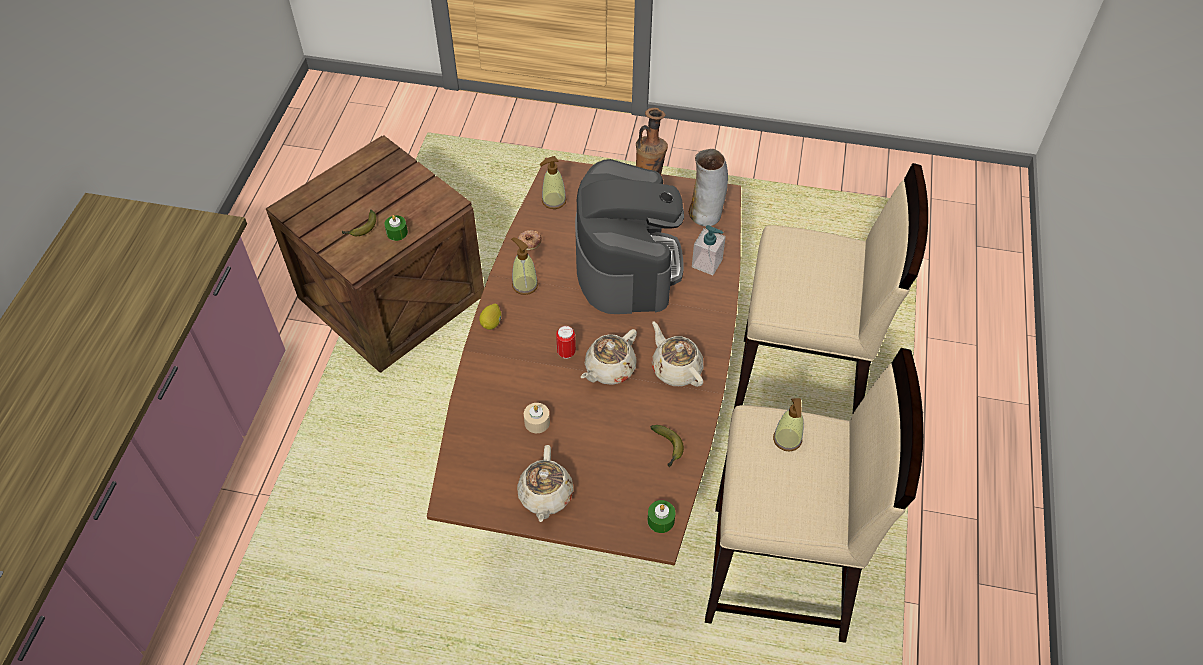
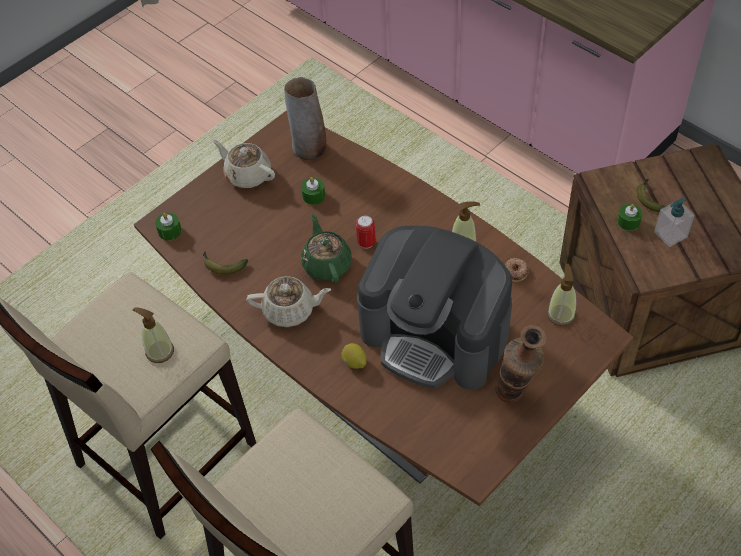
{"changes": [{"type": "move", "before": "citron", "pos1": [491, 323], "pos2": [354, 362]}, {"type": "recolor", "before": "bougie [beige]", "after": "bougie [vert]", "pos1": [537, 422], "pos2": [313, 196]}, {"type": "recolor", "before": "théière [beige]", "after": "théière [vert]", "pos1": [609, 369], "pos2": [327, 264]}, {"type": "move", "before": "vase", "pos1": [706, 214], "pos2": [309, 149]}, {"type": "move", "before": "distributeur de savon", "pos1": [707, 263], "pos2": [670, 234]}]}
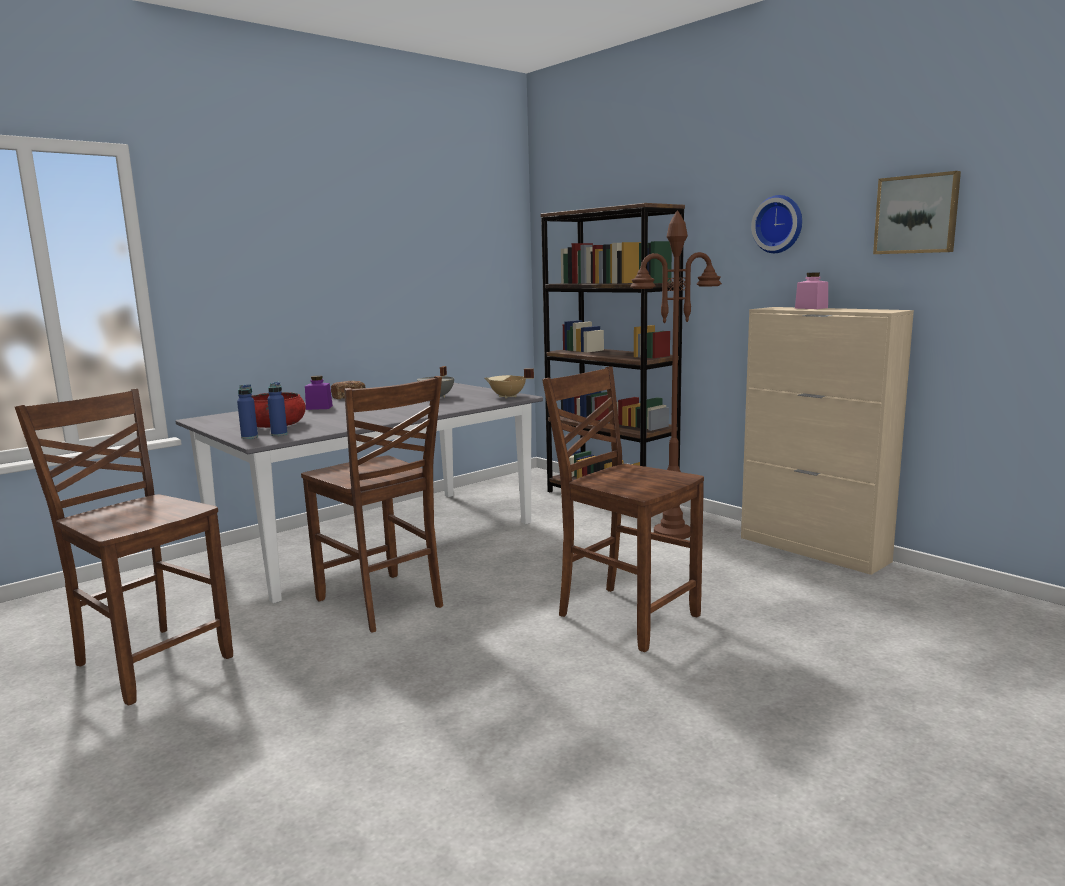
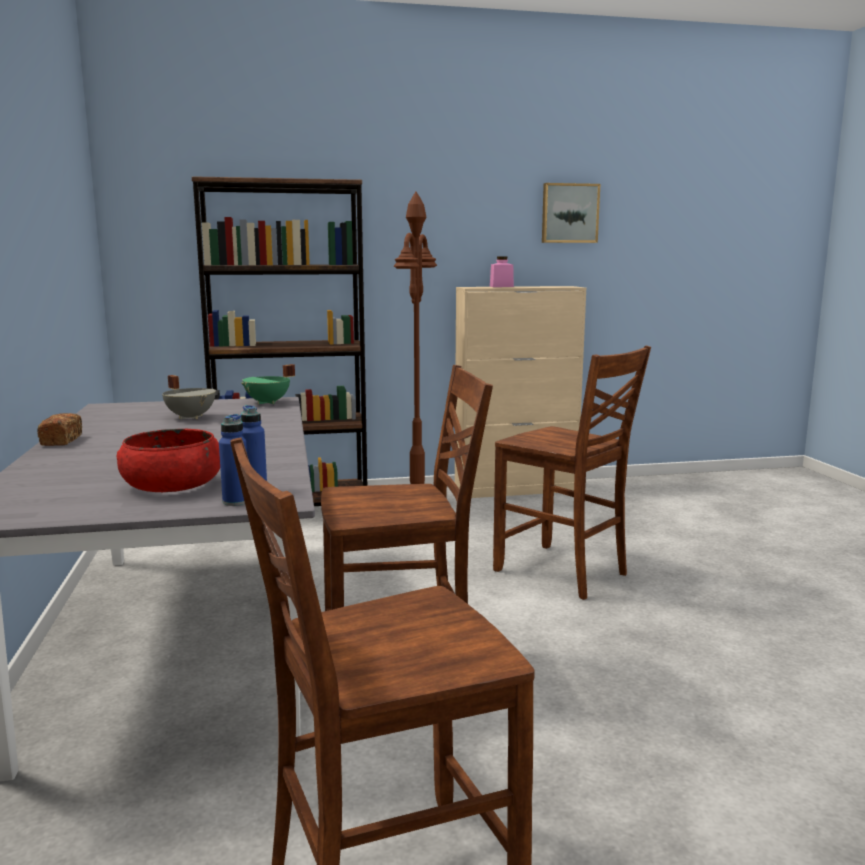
{"changes": [{"type": "delete", "before": "bocal [violet]", "pos1": [319, 407]}, {"type": "recolor", "before": "marmite [beige]", "after": "marmite [vert]", "pos1": [507, 397], "pos2": [268, 402]}, {"type": "rotate", "before": "chaise [marron]", "pos1": [625, 615], "pos2": [563, 573], "turn": -120}, {"type": "delete", "before": "horloge murale", "pos1": [779, 224]}]}
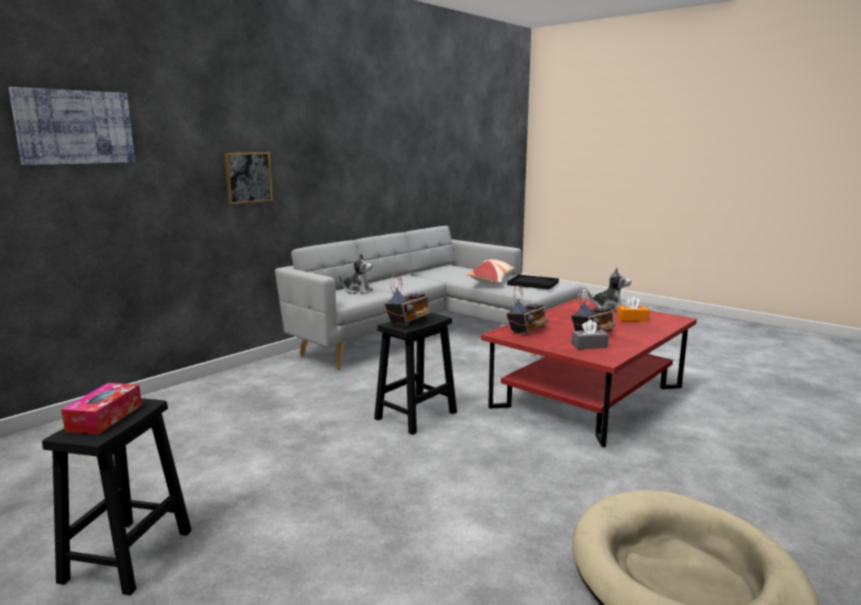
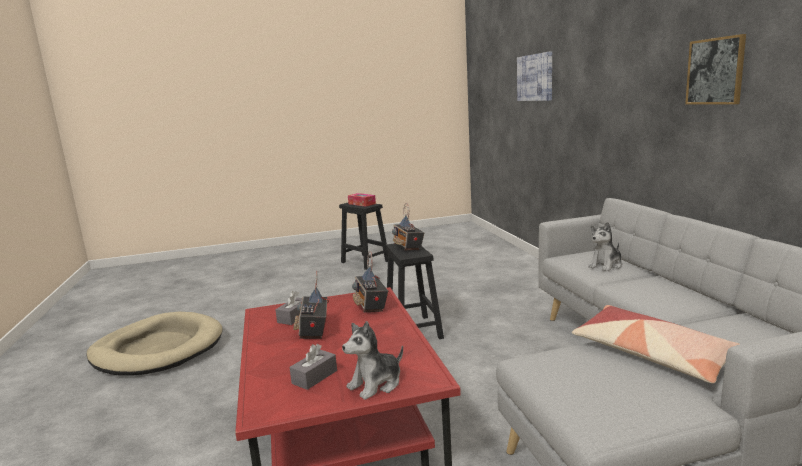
{"changes": [{"type": "move", "before": "tableau", "pos1": [248, 177], "pos2": [715, 71]}, {"type": "delete", "before": "plateau [noir]", "pos1": [533, 283]}, {"type": "recolor", "before": "boîte à mouchoirs [orange]", "after": "boîte à mouchoirs [gris]", "pos1": [632, 319], "pos2": [314, 377]}]}
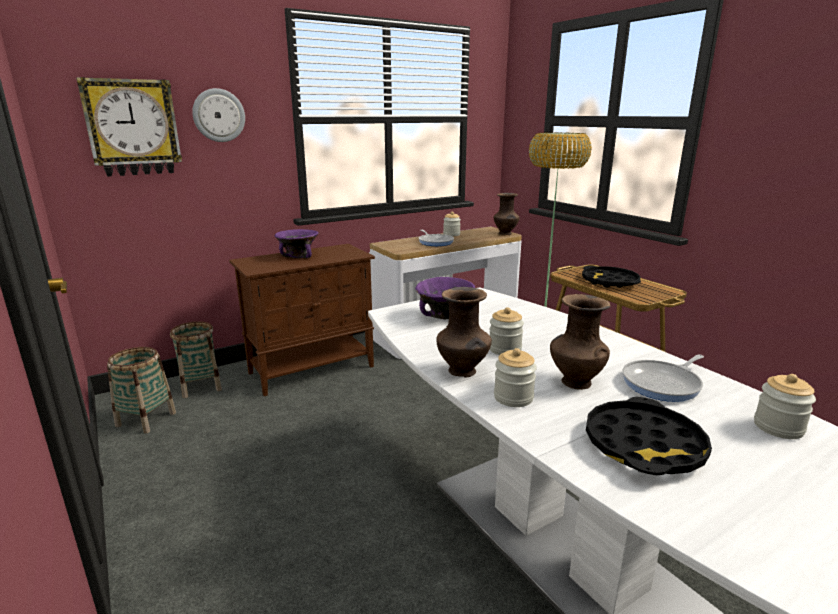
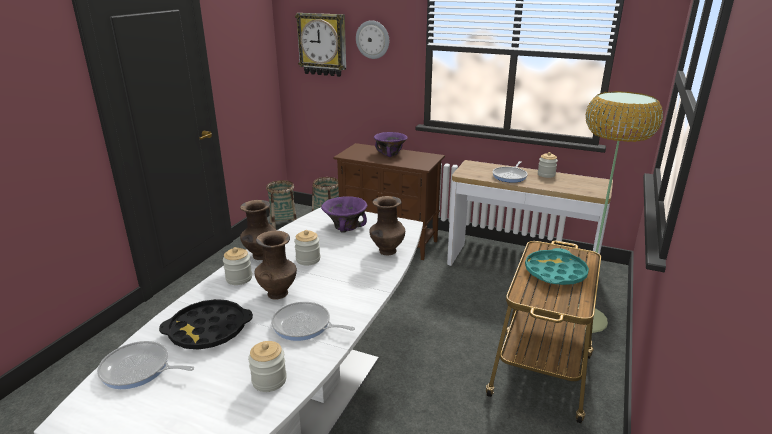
{"changes": [{"type": "move", "before": "vase [marron]", "pos1": [505, 233], "pos2": [387, 251]}, {"type": "recolor", "before": "plateau [noir]", "after": "plateau [turquoise]", "pos1": [609, 282], "pos2": [555, 272]}, {"type": "insert", "after": "poêle", "pos2": [139, 370]}]}
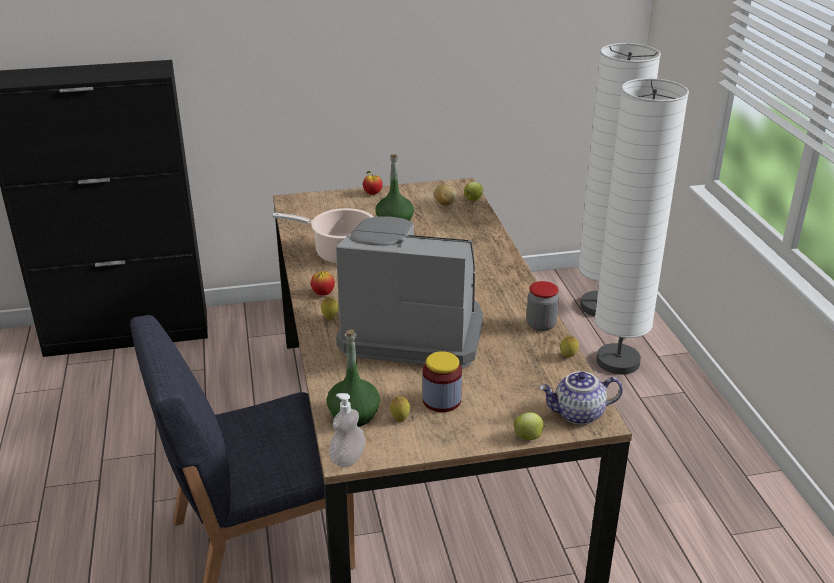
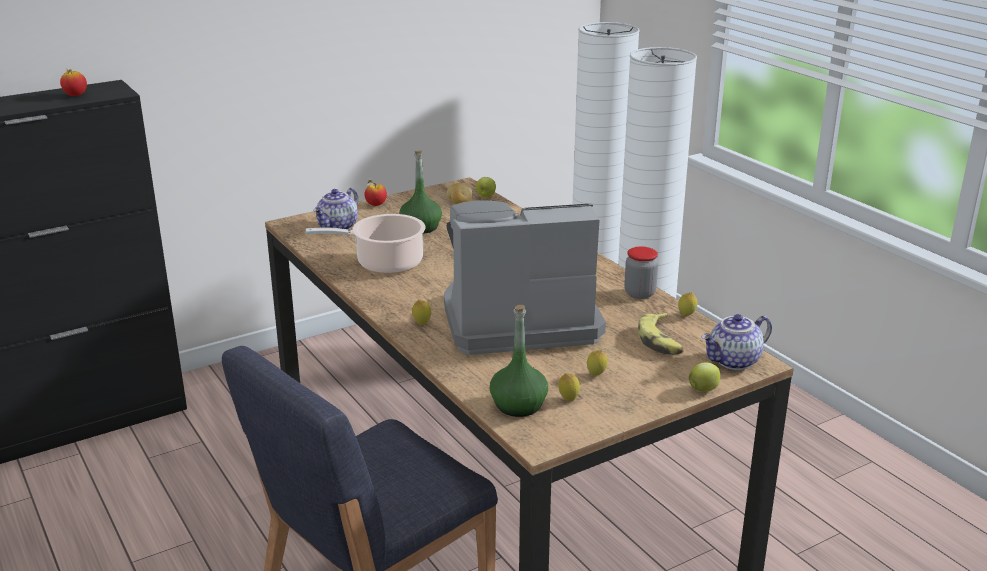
{"changes": [{"type": "move", "before": "pomme", "pos1": [323, 293], "pos2": [75, 95]}, {"type": "delete", "before": "distributeur de savon", "pos1": [347, 458]}, {"type": "replace", "before": "bocal", "after": "citron", "pos1": [441, 400], "pos2": [596, 375]}, {"type": "insert", "after": "théière", "pos2": [338, 227]}, {"type": "insert", "after": "banane", "pos2": [661, 341]}]}
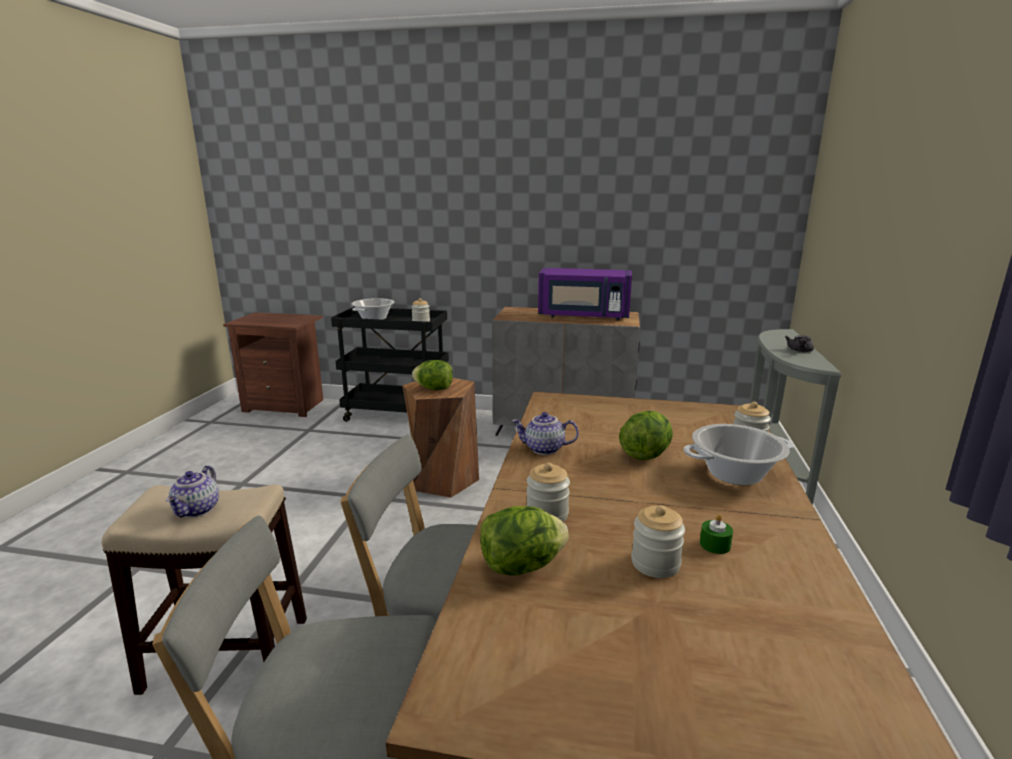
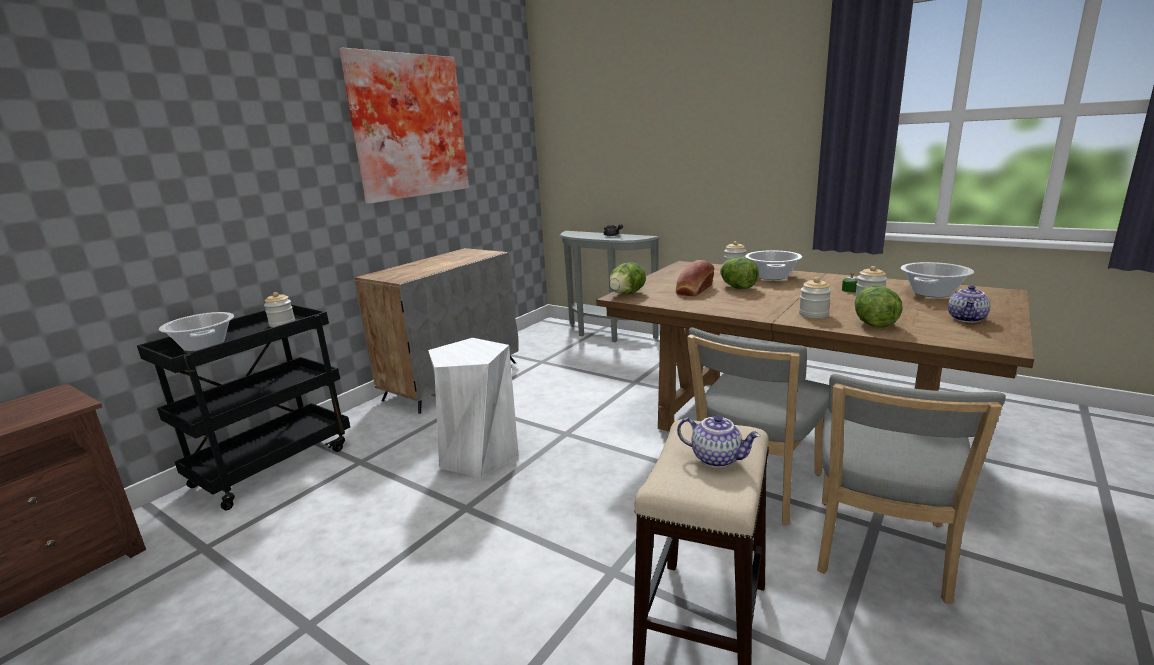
{"changes": [{"type": "recolor", "before": "tabouret [marron]", "after": "tabouret [blanc]", "pos1": [442, 480], "pos2": [479, 455]}, {"type": "move", "before": "laitue", "pos1": [434, 389], "pos2": [626, 294]}, {"type": "move", "before": "théière", "pos1": [544, 449], "pos2": [967, 319]}, {"type": "delete", "before": "micro-ondes [violet]", "pos1": [583, 316]}, {"type": "insert", "after": "tableau", "pos2": [407, 127]}, {"type": "insert", "after": "pain", "pos2": [693, 290]}, {"type": "insert", "after": "marmite", "pos2": [932, 293]}]}
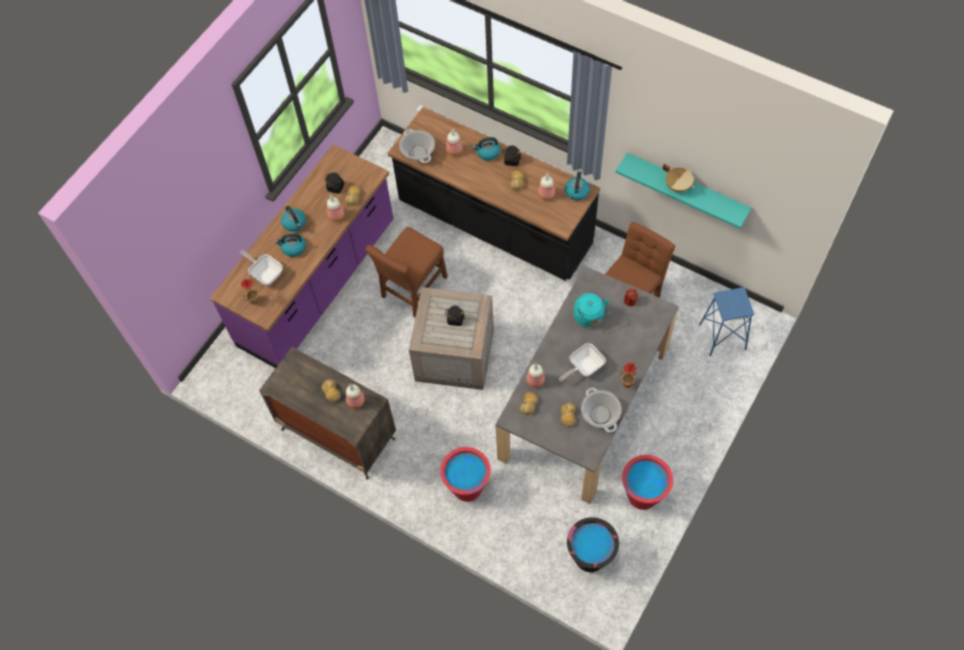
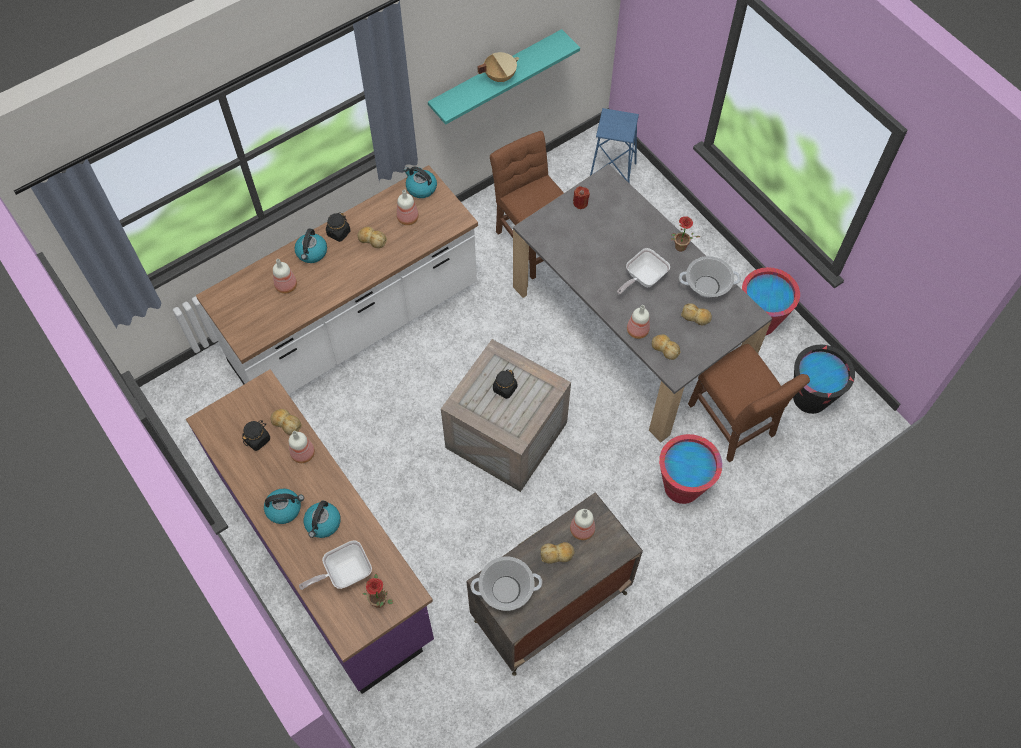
{"changes": [{"type": "move", "before": "chaise [marron]", "pos1": [412, 290], "pos2": [733, 424]}, {"type": "recolor", "before": "comptoir de cuisine [noir]", "after": "comptoir de cuisine [blanc]", "pos1": [494, 225], "pos2": [355, 326]}, {"type": "move", "before": "marmite", "pos1": [418, 153], "pos2": [506, 589]}, {"type": "rotate", "before": "poêle", "pos1": [583, 367], "pos2": [642, 278], "turn": 60}, {"type": "delete", "before": "bouilloire [turquoise]", "pos1": [590, 318]}]}
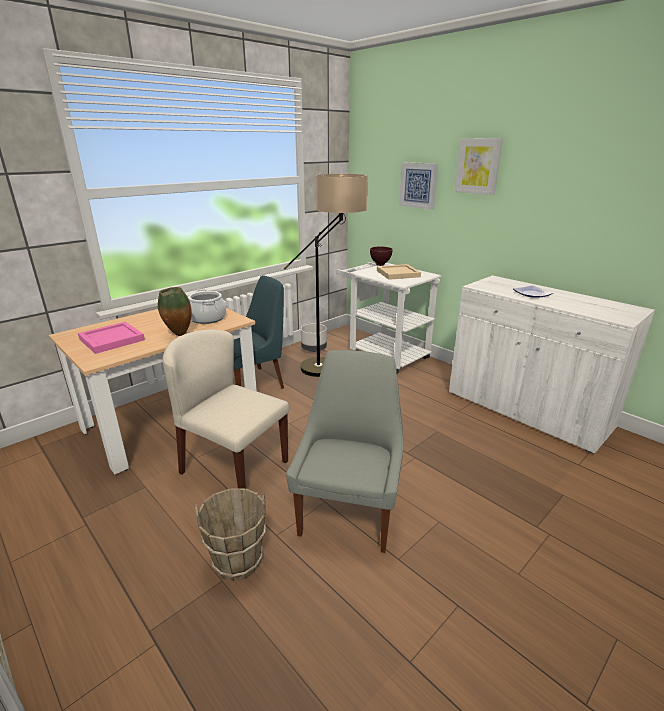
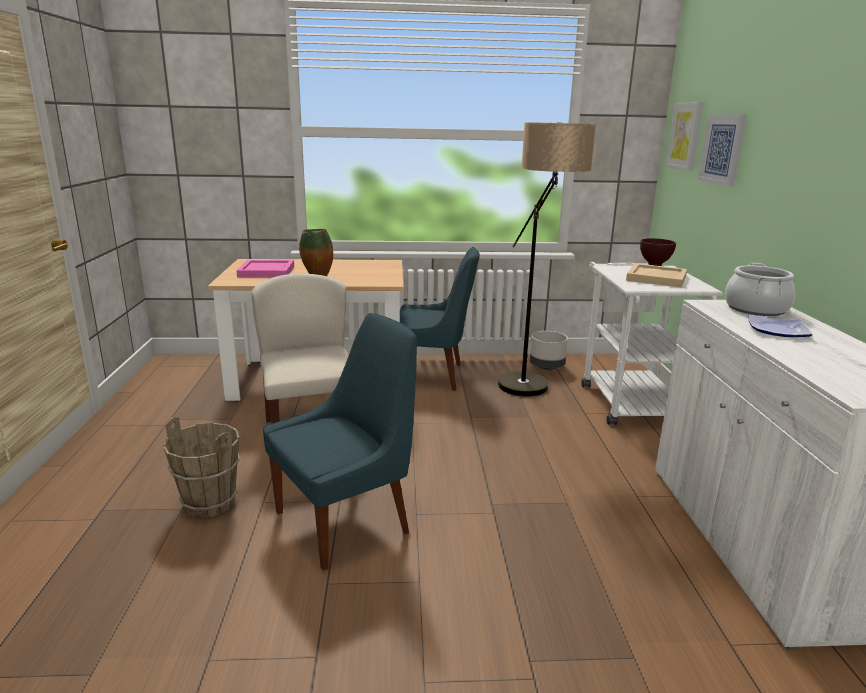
{"changes": [{"type": "move", "before": "marmite", "pos1": [208, 318], "pos2": [756, 309]}, {"type": "recolor", "before": "chaise [gris]", "after": "chaise [bleu]", "pos1": [349, 512], "pos2": [347, 521]}, {"type": "move", "before": "tableau", "pos1": [478, 166], "pos2": [685, 136]}]}
